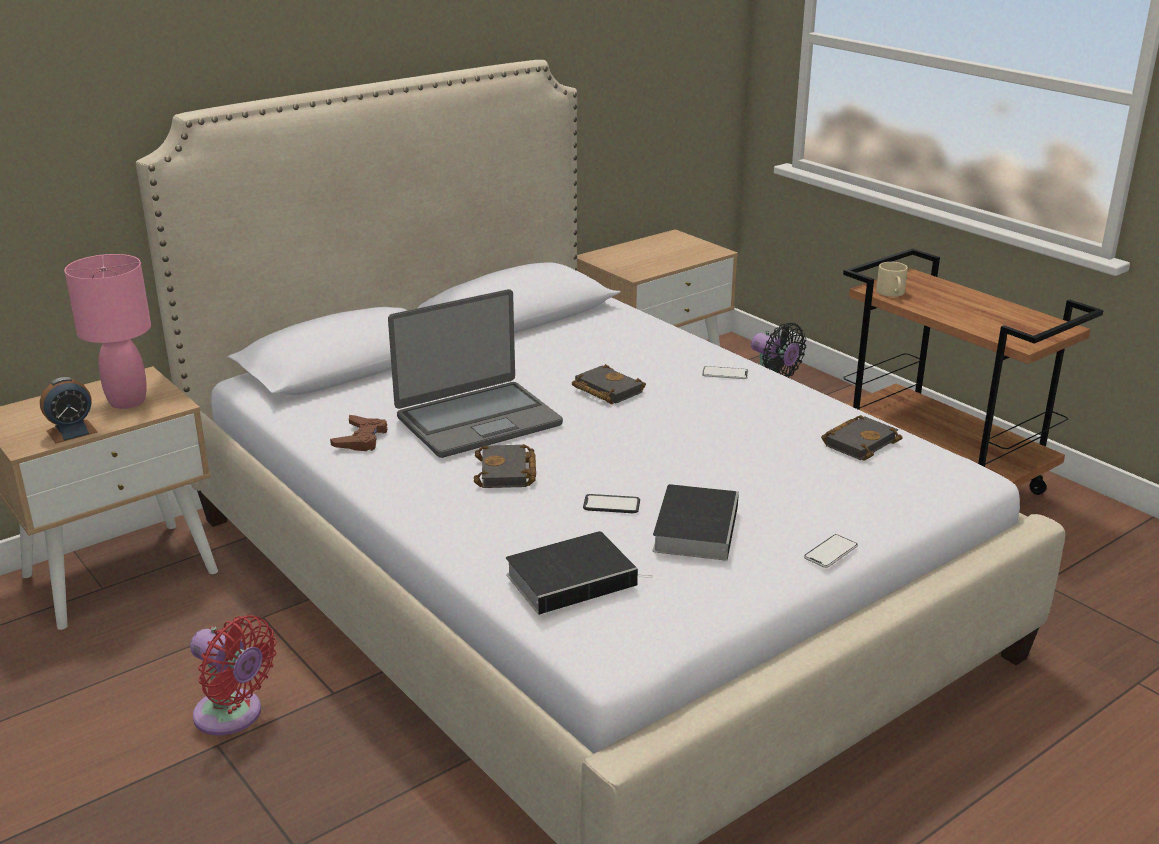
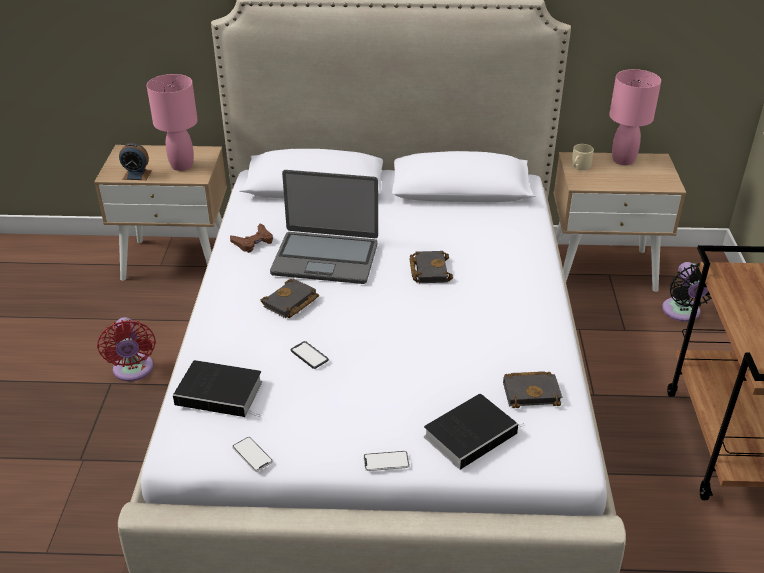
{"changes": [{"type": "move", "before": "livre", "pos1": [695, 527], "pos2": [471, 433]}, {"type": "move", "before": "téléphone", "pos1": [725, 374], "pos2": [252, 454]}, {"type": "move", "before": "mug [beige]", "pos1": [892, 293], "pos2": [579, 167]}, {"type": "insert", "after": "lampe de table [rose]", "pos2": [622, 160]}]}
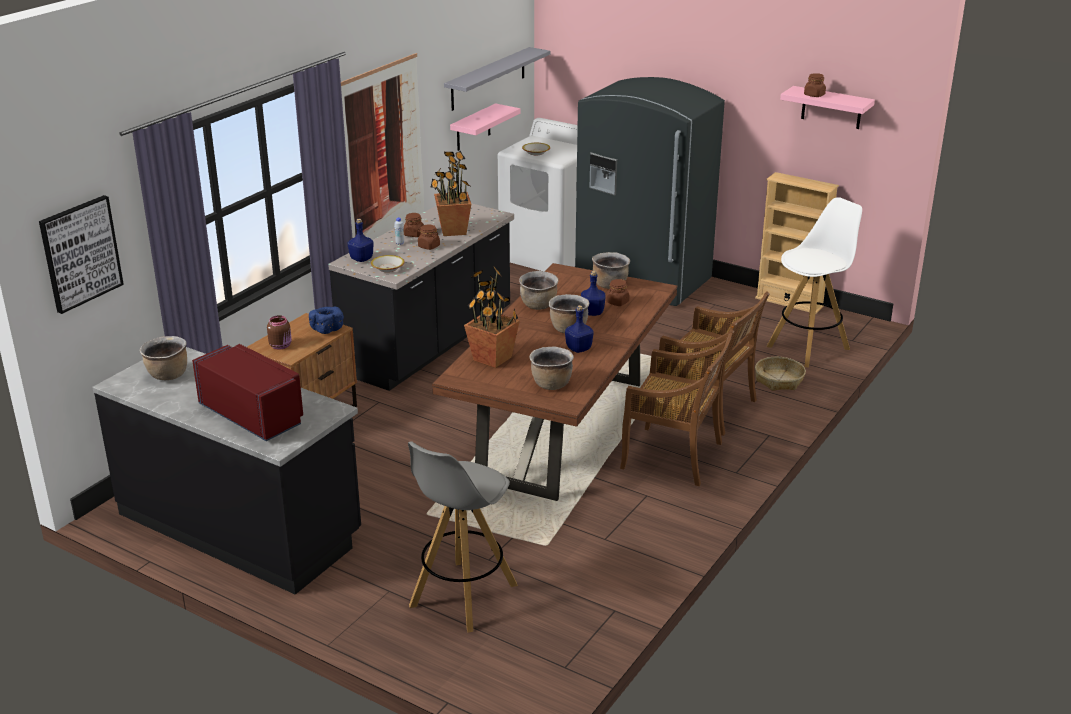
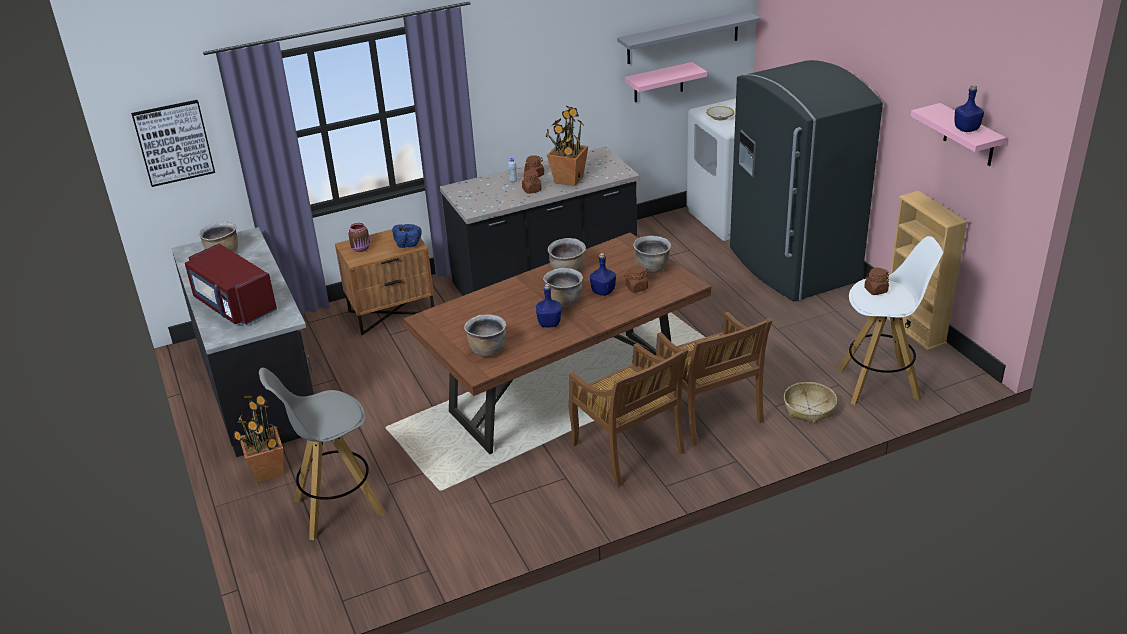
{"changes": [{"type": "rotate", "before": "micro-ondes [rouge]", "pos1": [253, 415], "pos2": [234, 305], "turn": 150}, {"type": "delete", "before": "tableau", "pos1": [384, 154]}, {"type": "move", "before": "bouteille [bleu]", "pos1": [361, 259], "pos2": [966, 129]}, {"type": "delete", "before": "bol", "pos1": [387, 268]}, {"type": "move", "before": "plante en pot", "pos1": [492, 359], "pos2": [267, 471]}, {"type": "move", "before": "bocal [marron]", "pos1": [814, 95], "pos2": [875, 290]}]}
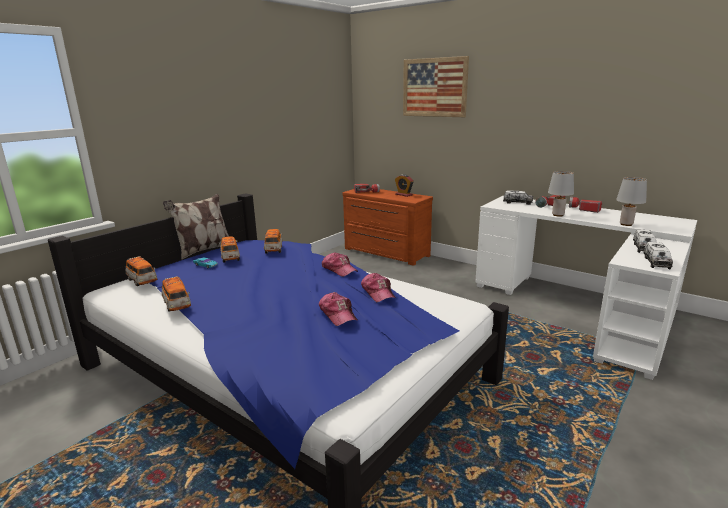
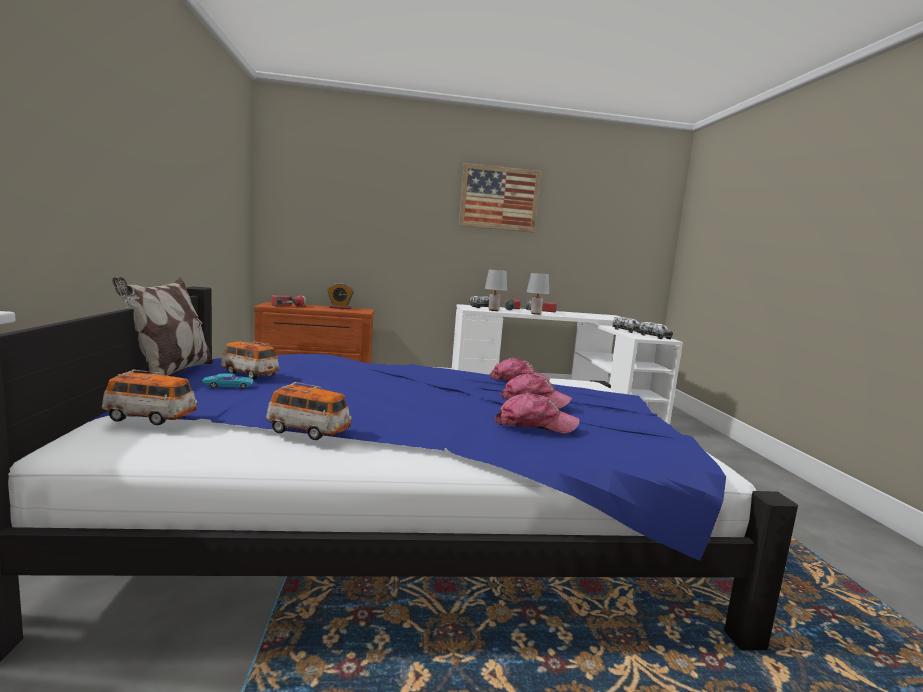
{"changes": [{"type": "delete", "before": "petite voiture", "pos1": [273, 249]}, {"type": "move", "before": "casquette", "pos1": [339, 269], "pos2": [535, 424]}, {"type": "move", "before": "tableau", "pos1": [434, 87], "pos2": [499, 198]}, {"type": "move", "before": "lampe de table [gris]", "pos1": [626, 224], "pos2": [493, 310]}]}
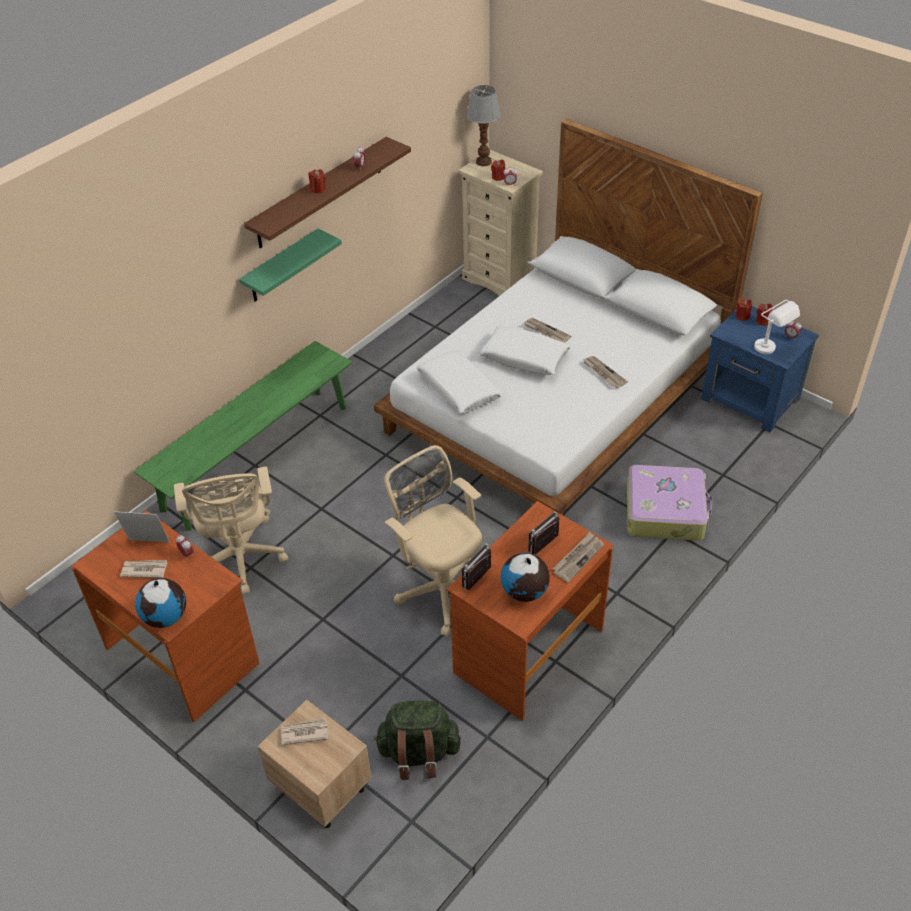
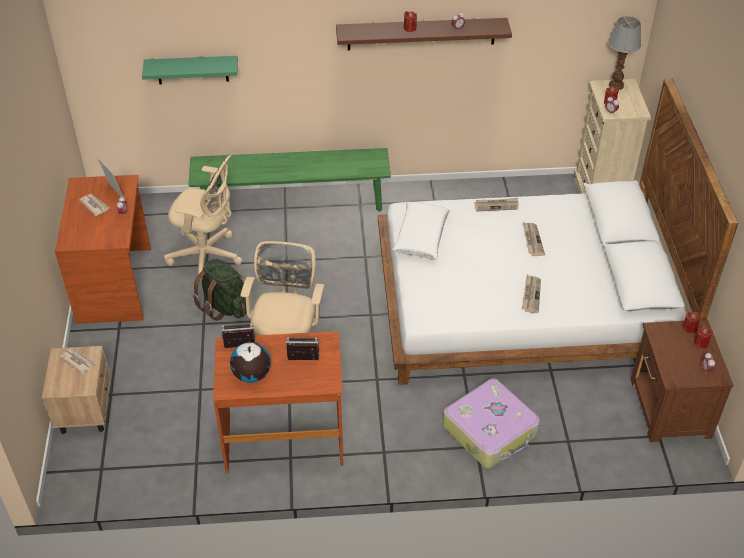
{"changes": [{"type": "delete", "before": "globe", "pos1": [166, 617]}, {"type": "rotate", "before": "chaise de bureau [beige]", "pos1": [241, 559], "pos2": [207, 256], "turn": -105}, {"type": "move", "before": "étagère [vert]", "pos1": [281, 267], "pos2": [192, 70]}, {"type": "move", "before": "sac à dos [vert]", "pos1": [418, 753], "pos2": [225, 306]}, {"type": "delete", "before": "coussin [blanc]", "pos1": [524, 358]}, {"type": "move", "before": "journal", "pos1": [578, 558], "pos2": [496, 205]}, {"type": "recolor", "before": "table de chevet [bleu]", "after": "table de chevet [marron]", "pos1": [750, 400], "pos2": [669, 409]}, {"type": "delete", "before": "lampe de table [blanc]", "pos1": [770, 350]}]}
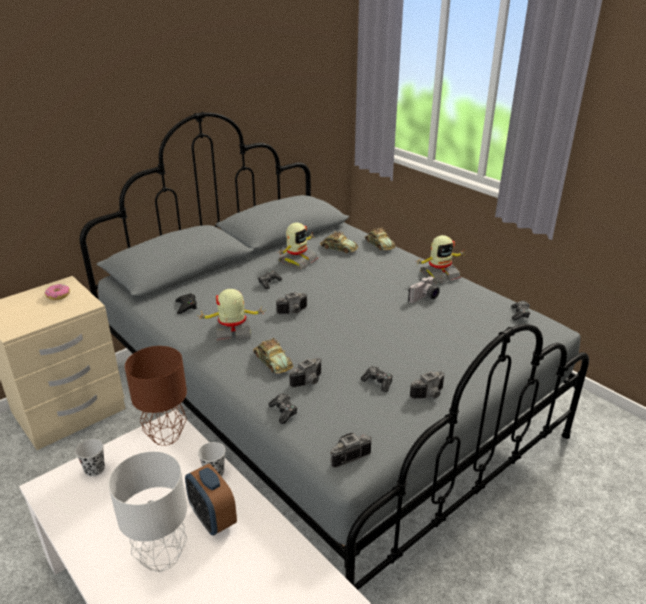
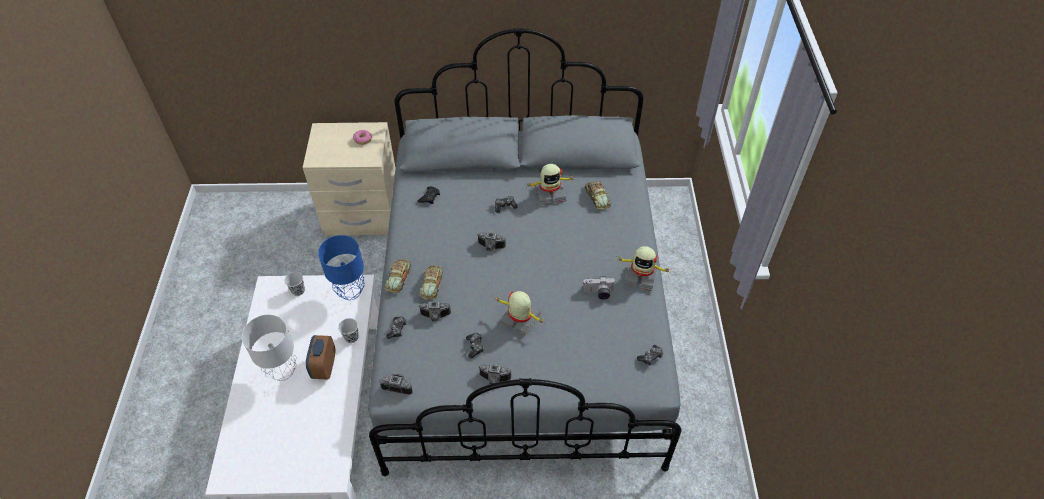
{"changes": [{"type": "recolor", "before": "lampe de table [marron]", "after": "lampe de table [bleu]", "pos1": [165, 436], "pos2": [350, 292]}, {"type": "move", "before": "robot jouet", "pos1": [233, 332], "pos2": [520, 320]}, {"type": "move", "before": "petite voiture", "pos1": [379, 244], "pos2": [398, 277]}]}
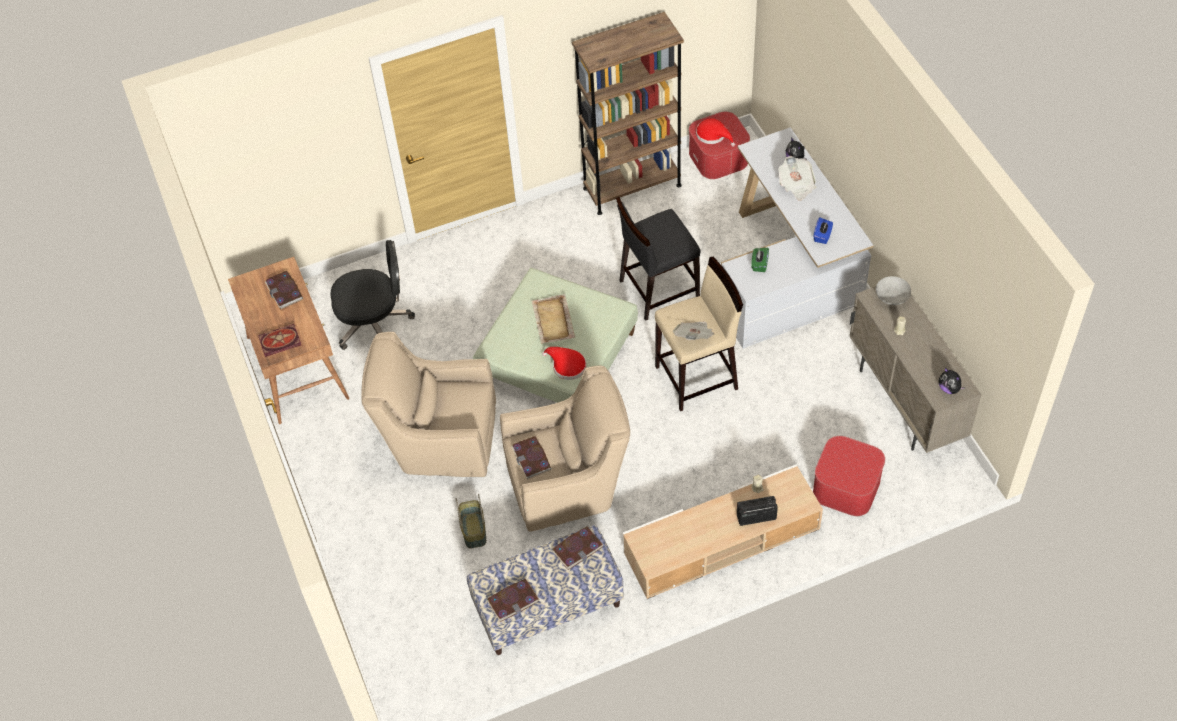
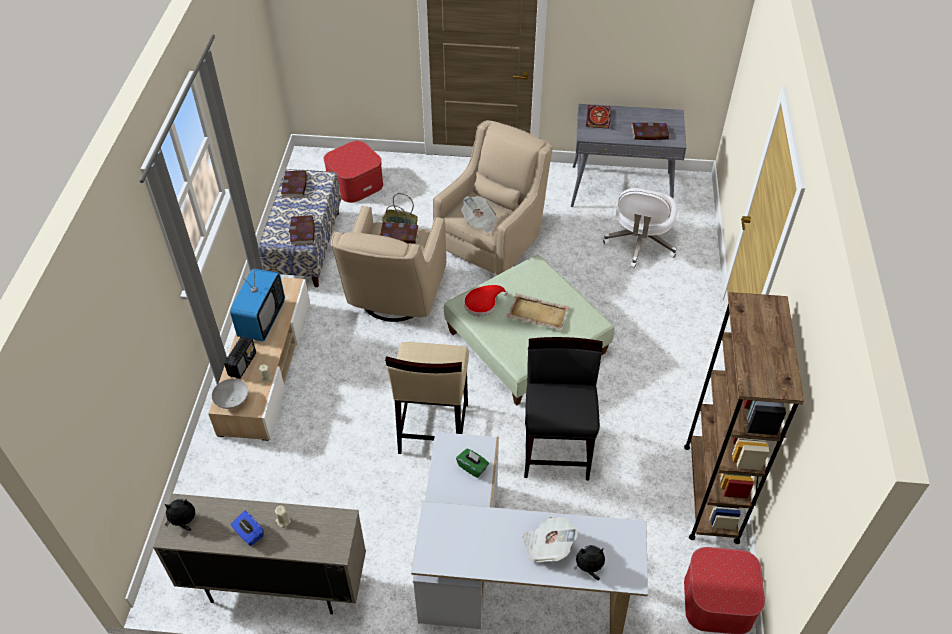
{"changes": [{"type": "recolor", "before": "bureau [marron]", "after": "bureau [gris]", "pos1": [296, 367], "pos2": [622, 189]}, {"type": "recolor", "before": "chaise de bureau [noir]", "after": "chaise de bureau [blanc]", "pos1": [375, 323], "pos2": [640, 243]}, {"type": "move", "before": "journal", "pos1": [694, 337], "pos2": [480, 222]}, {"type": "delete", "before": "chapeau [rouge]", "pos1": [713, 135]}, {"type": "move", "before": "pouf", "pos1": [846, 486], "pos2": [355, 183]}, {"type": "move", "before": "boîte à mouchoirs [bleu]", "pos1": [822, 236], "pos2": [249, 534]}, {"type": "move", "before": "bol [gris]", "pos1": [892, 298], "pos2": [231, 400]}, {"type": "insert", "after": "téléviseur", "pos2": [262, 320]}]}
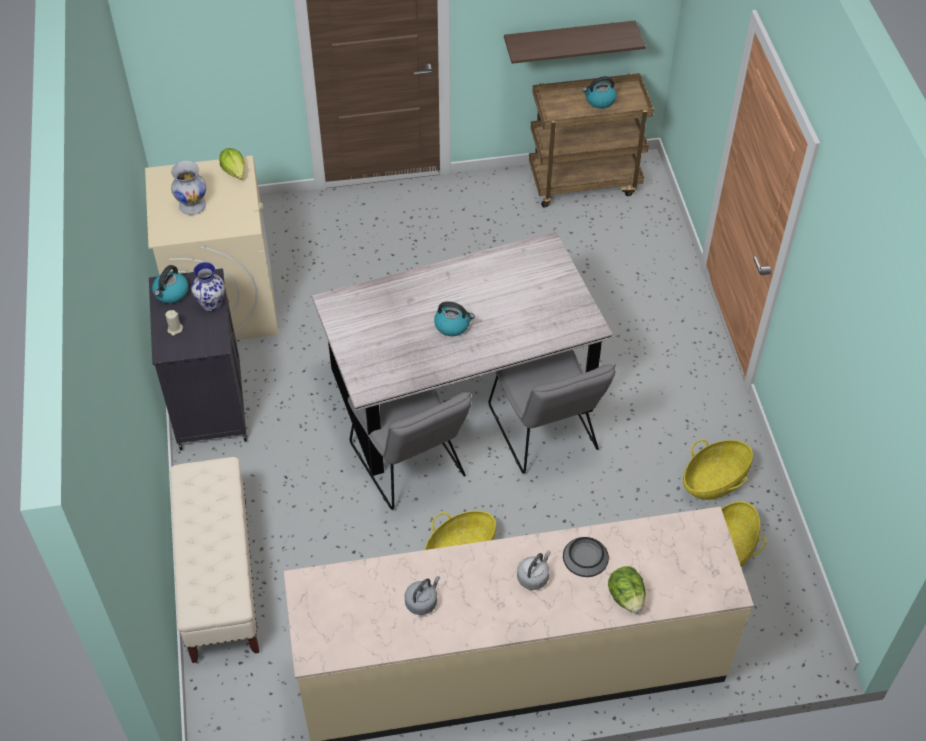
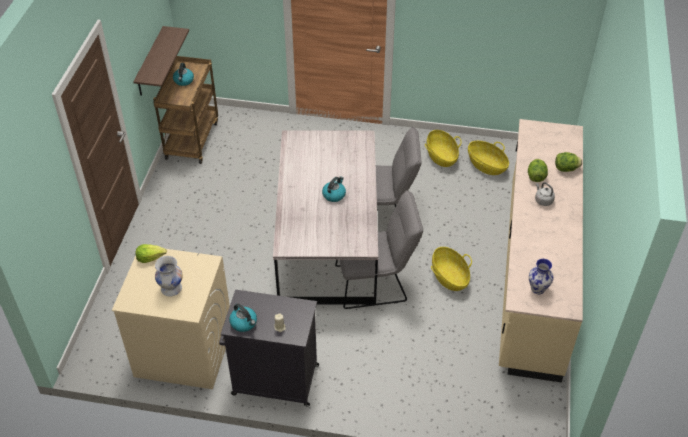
{"changes": [{"type": "delete", "before": "banc [beige]", "pos1": [220, 578]}, {"type": "move", "before": "vase", "pos1": [212, 304], "pos2": [538, 288]}, {"type": "delete", "before": "bouilloire [gris]", "pos1": [422, 602]}, {"type": "replace", "before": "bol", "after": "laitue", "pos1": [585, 557], "pos2": [536, 176]}]}
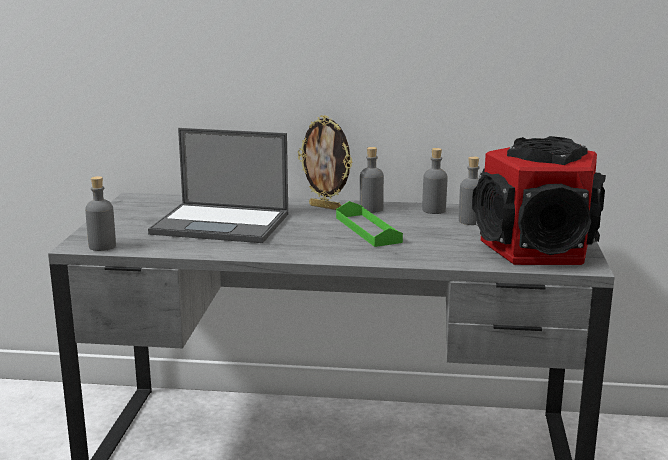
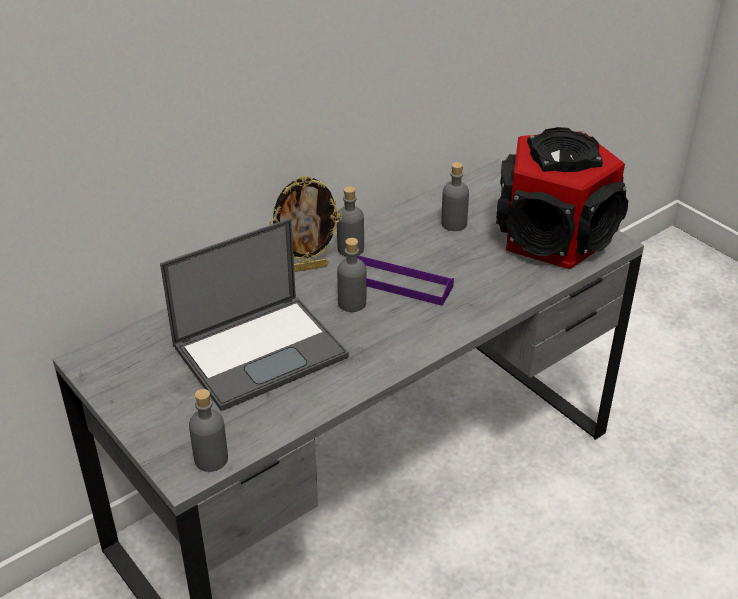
{"changes": [{"type": "recolor", "before": "plateau [vert]", "after": "plateau [violet]", "pos1": [368, 230], "pos2": [398, 283]}, {"type": "move", "before": "bouteille [gris]", "pos1": [434, 210], "pos2": [352, 303]}]}
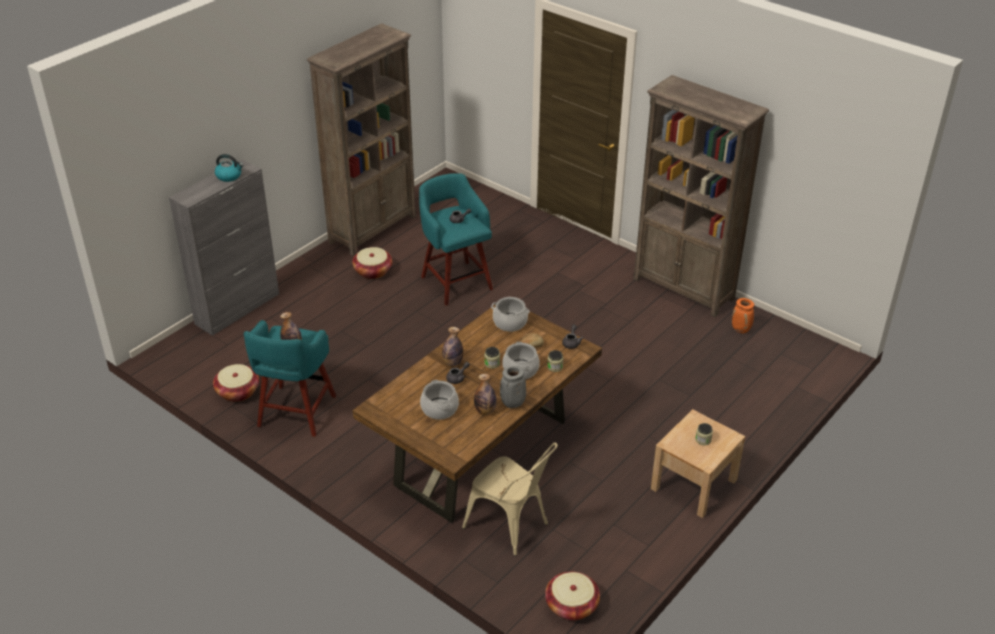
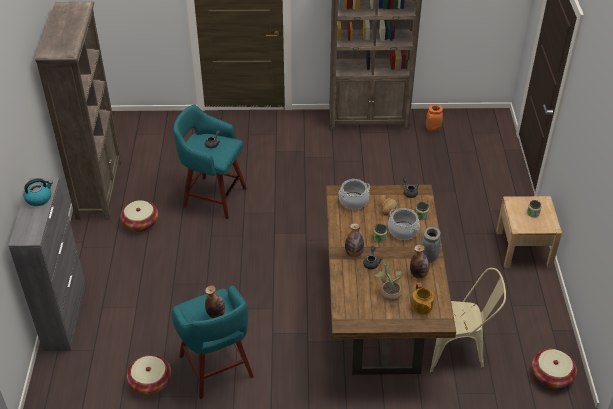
{"changes": [{"type": "replace", "before": "marmite", "after": "plante en pot", "pos1": [439, 409], "pos2": [388, 292]}, {"type": "insert", "after": "théière", "pos2": [421, 306]}]}
